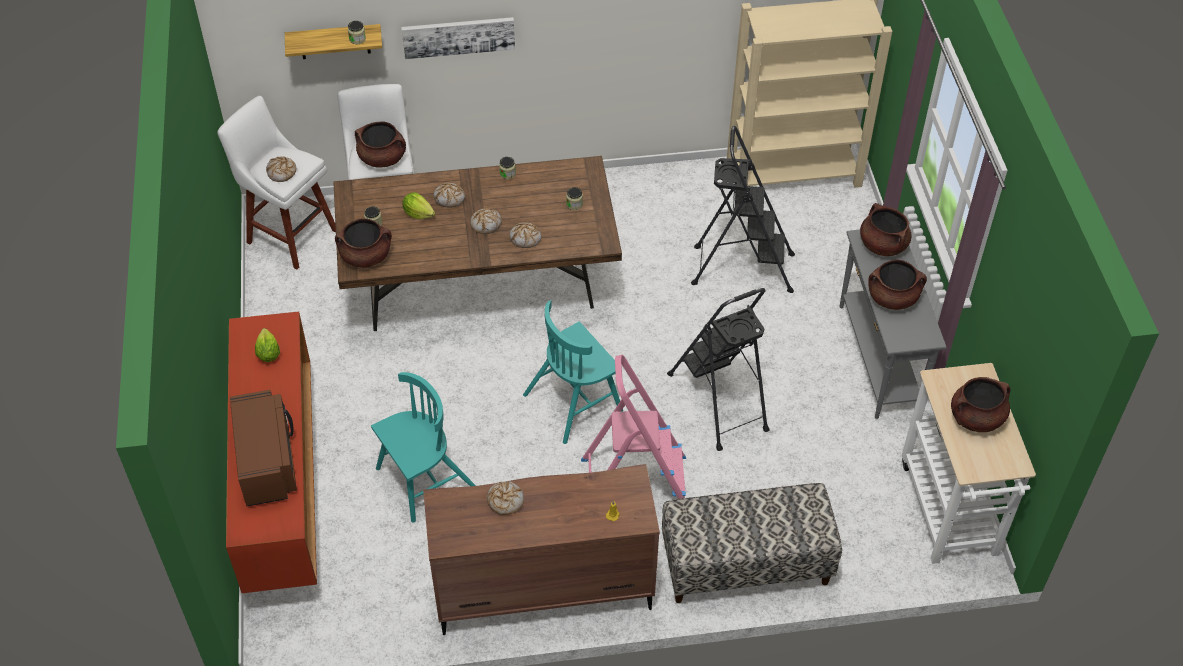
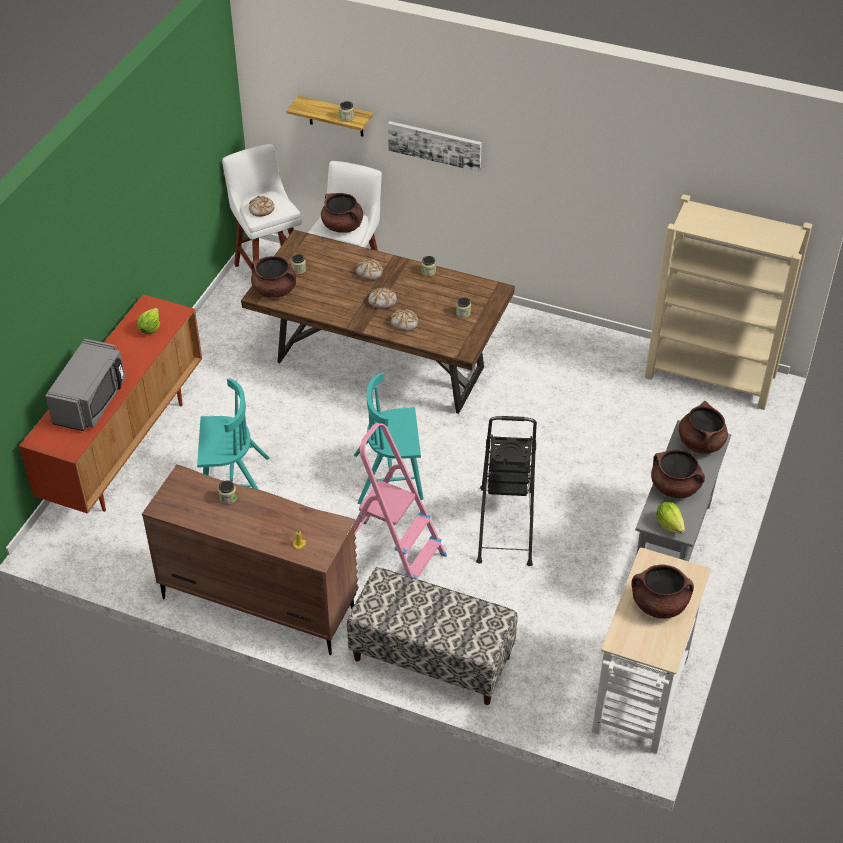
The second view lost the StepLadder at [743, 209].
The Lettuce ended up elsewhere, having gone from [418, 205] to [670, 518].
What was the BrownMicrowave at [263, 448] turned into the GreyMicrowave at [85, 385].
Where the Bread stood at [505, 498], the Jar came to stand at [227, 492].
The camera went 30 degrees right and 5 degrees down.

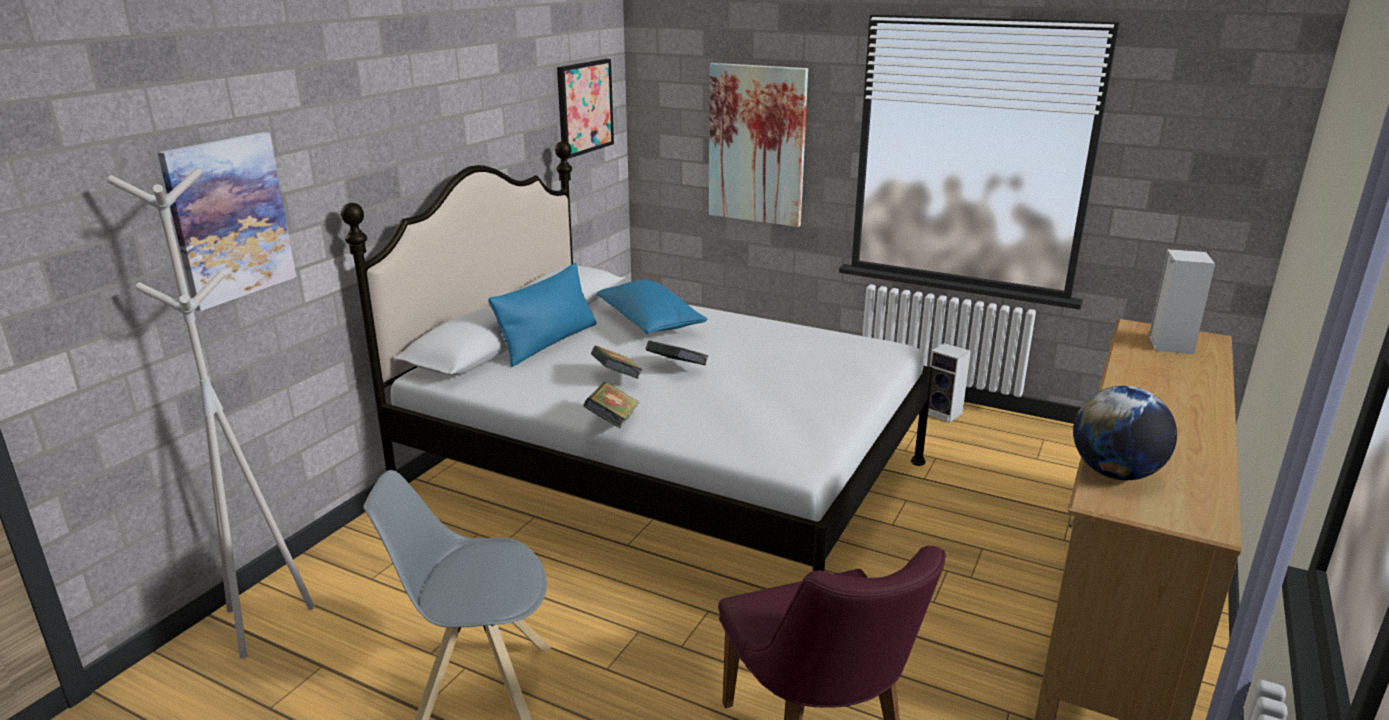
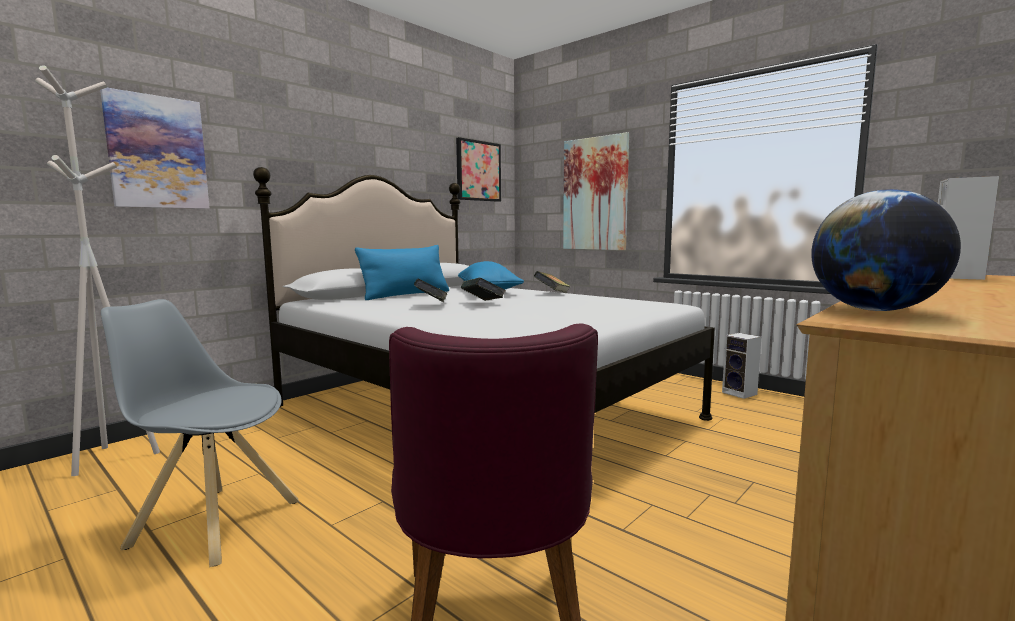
The Book ended up elsewhere, having gone from [611, 405] to [552, 282].
The camera went 15 degrees right and 15 degrees down.

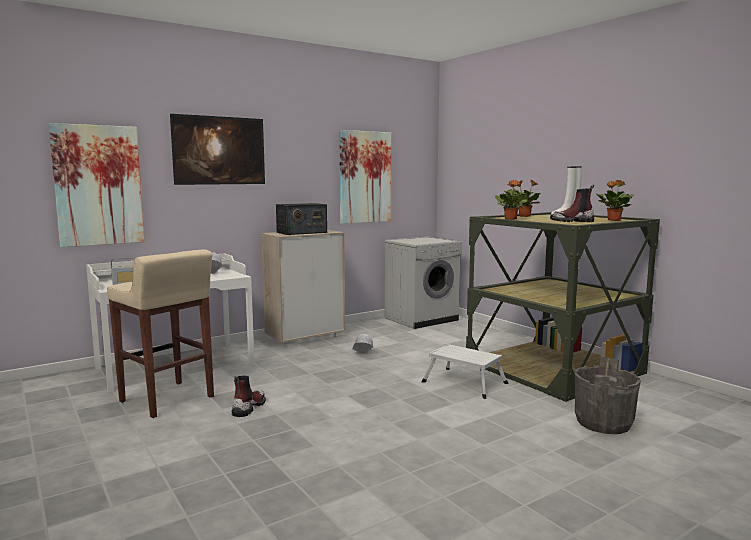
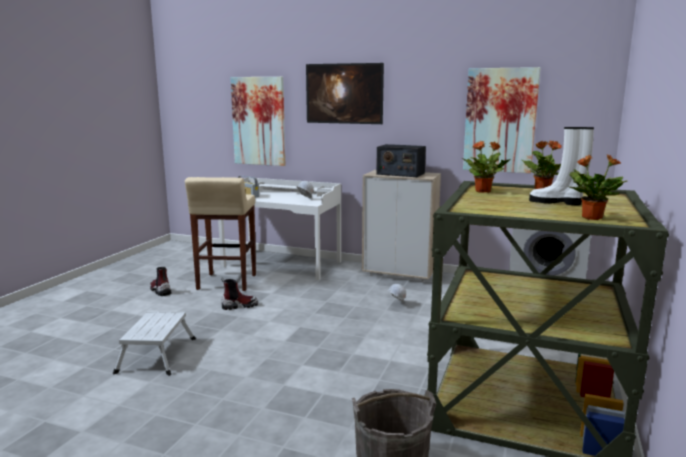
The Boot ended up elsewhere, having gone from [573, 203] to [160, 281].
The WhiteStepLadder ended up elsewhere, having gone from [465, 371] to [154, 343].
The camera went 55 degrees right and 5 degrees up.

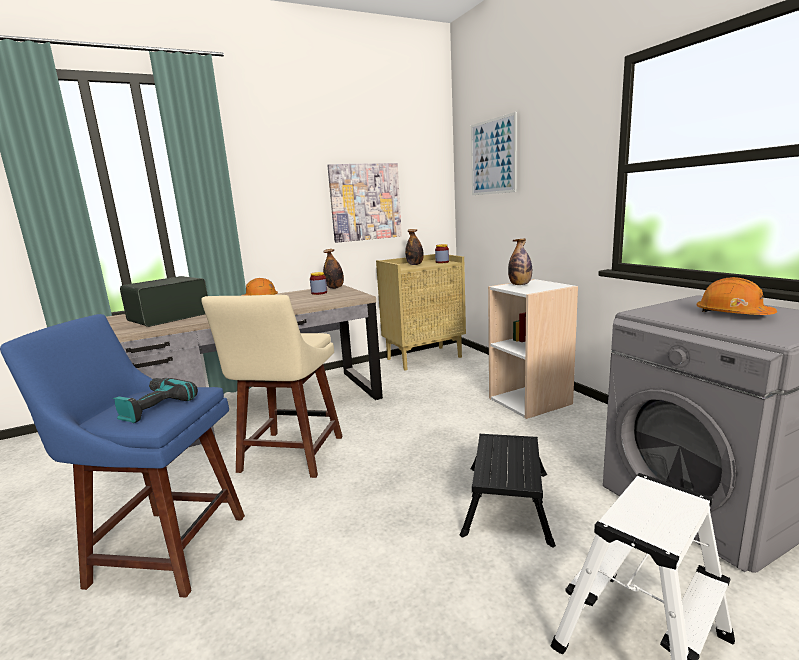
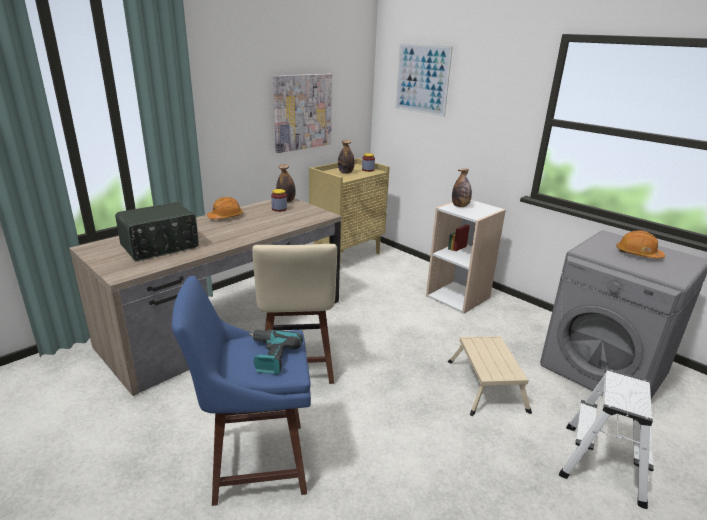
The Radio at [164, 301] ended up facing another way, 150 degrees counterclockwise from before.
What was the BlackStepLadder at [508, 491] turned into the BeigeStepLadder at [490, 376].
The camera went 20 degrees left and 10 degrees up.

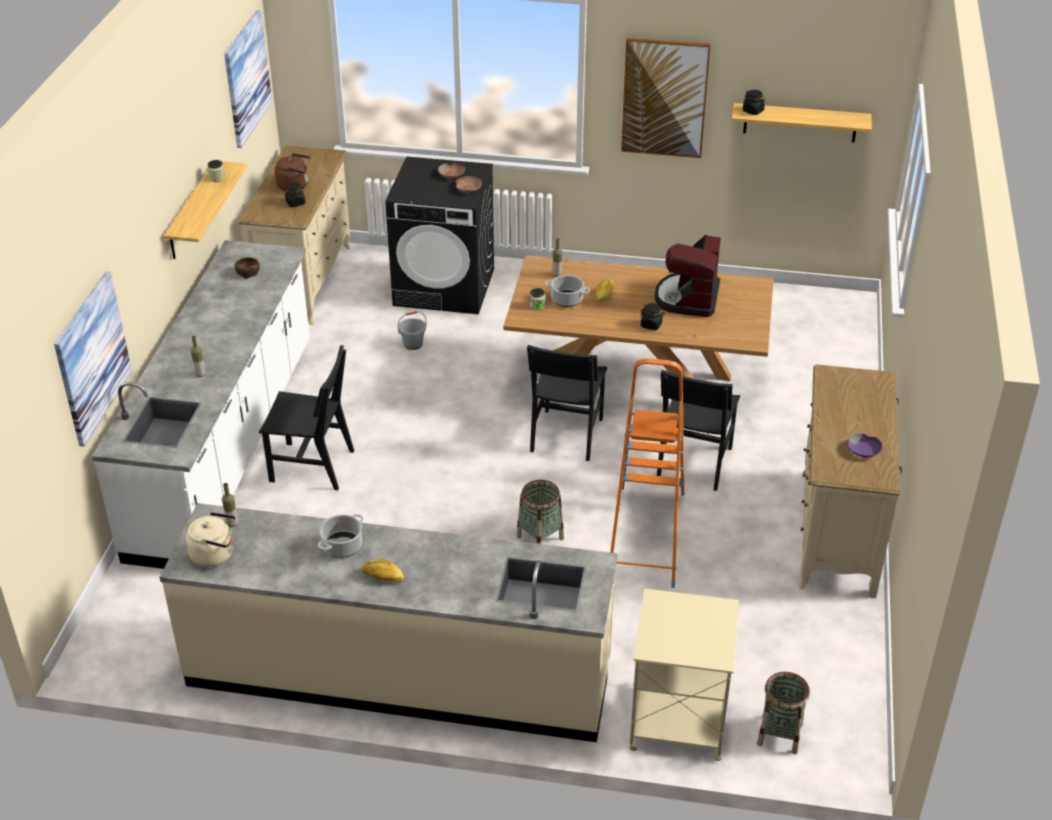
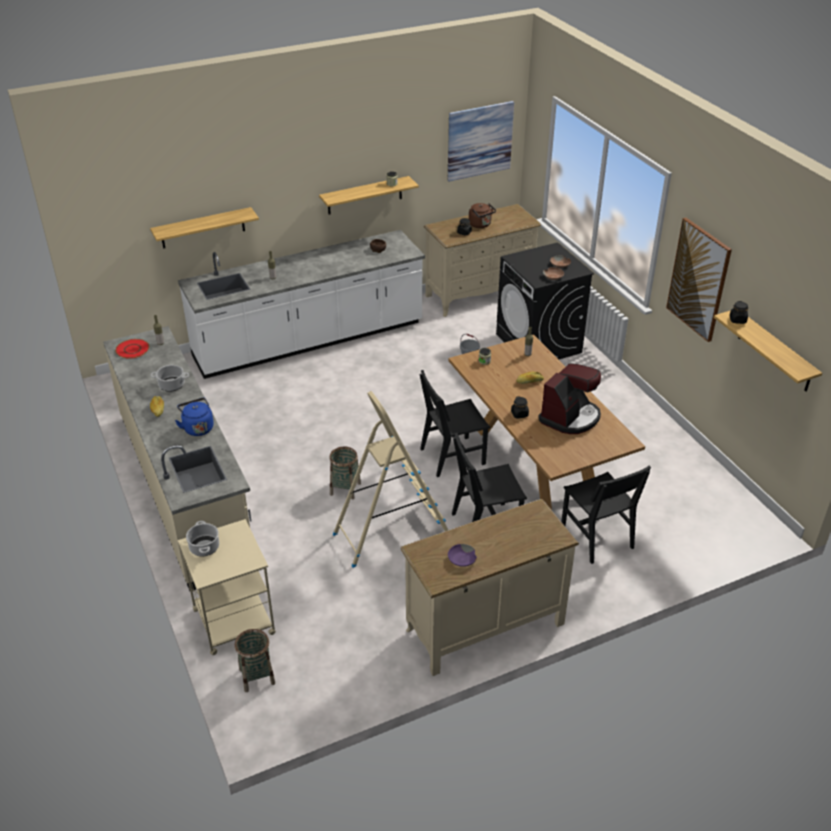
The CoffeeMachine at [688, 276] ended up facing another way, 150 degrees clockwise from before.
Where the Picture hung at [93, 359], the Shelf came to hang at [204, 228].
The CookingPot ended up elsewhere, having gone from [567, 291] to [202, 538].
The BlackChair ended up elsewhere, having gone from [306, 417] to [606, 515].
What was the OrangeStepLadder at [647, 473] turned into the BeigeStepLadder at [390, 479].
Where the BeigeKettle stood at [211, 539], the RedPlate came to stand at [132, 349].
The second view gained the BlueKettle at [194, 417].
The camera went 55 degrees right and 0 degrees up.

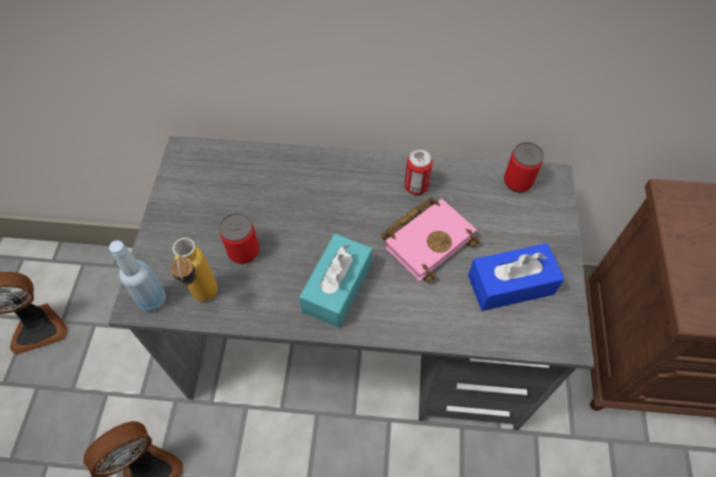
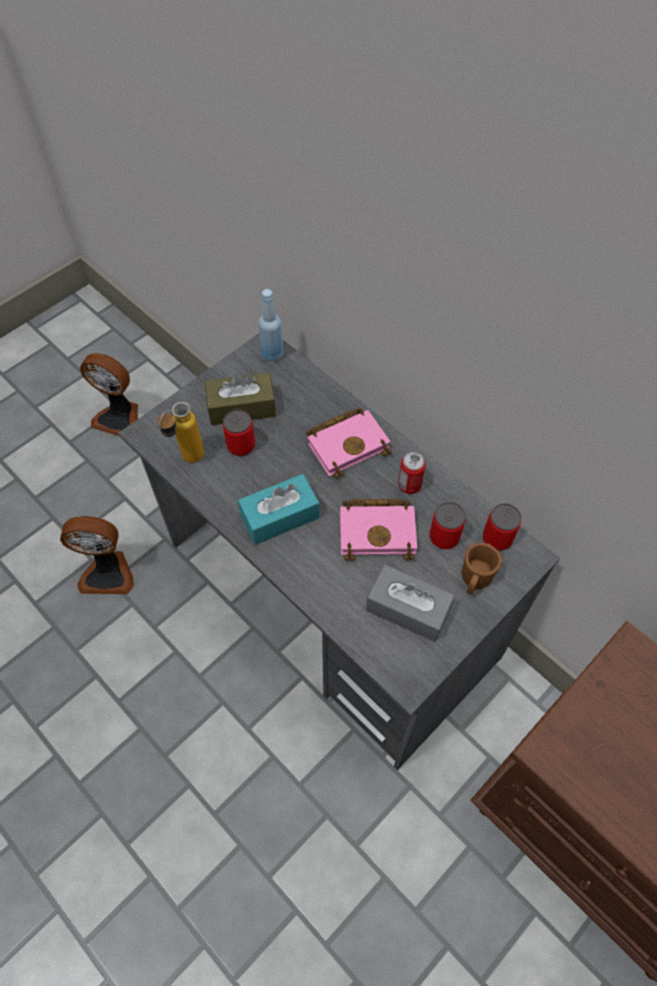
The BlueBottle ended up elsewhere, having gone from [137, 275] to [271, 325].
What was the BlueTissueBox at [516, 277] turned into the GreyTissueBox at [410, 603].
The second view gained the BrownTissueBox at [240, 399].
The second view gained the PinkBook at [348, 443].
The second view gained the Can at [447, 525].
The second view gained the BrownMug at [482, 569].
The camera went 40 degrees right and 0 degrees up.

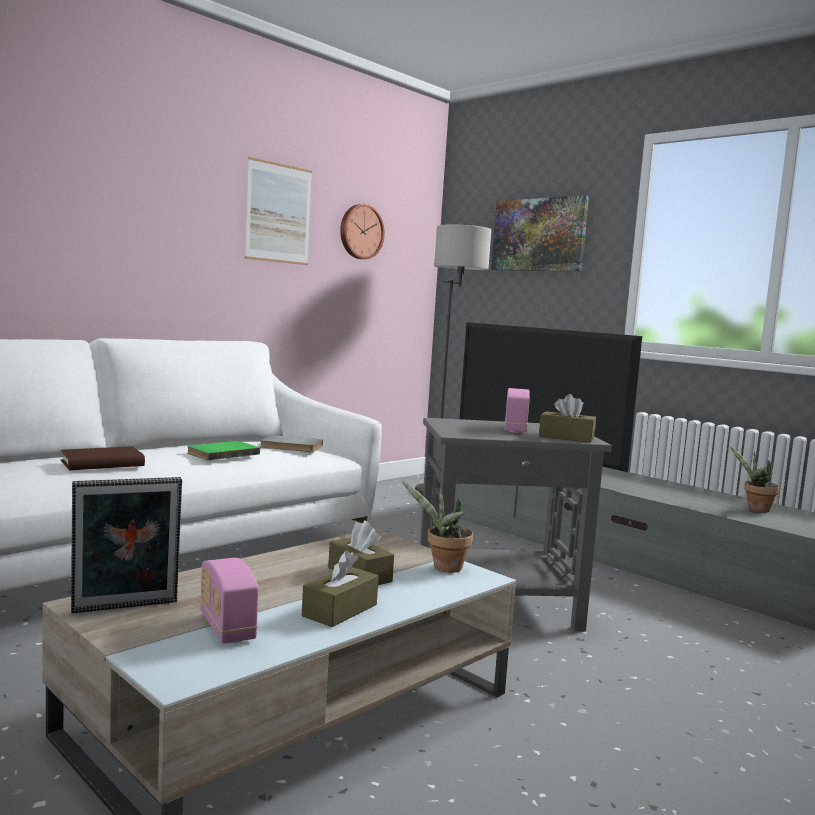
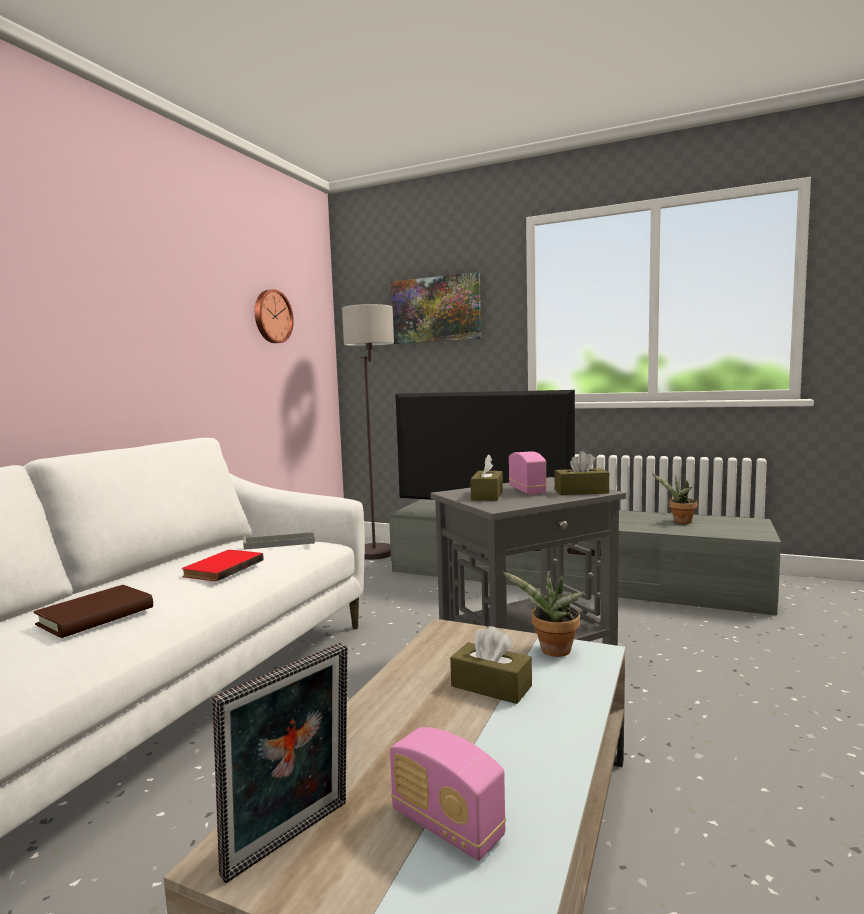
The second view lost the Picture at [278, 211].
Where the GreyBook stood at [291, 443], the GreyTray came to stand at [279, 539].
What was the GreenBook at [223, 450] turned into the RedBook at [223, 566].
The BrownTissueBox ended up elsewhere, having gone from [340, 588] to [486, 477].
The camera went 20 degrees left and 0 degrees up.

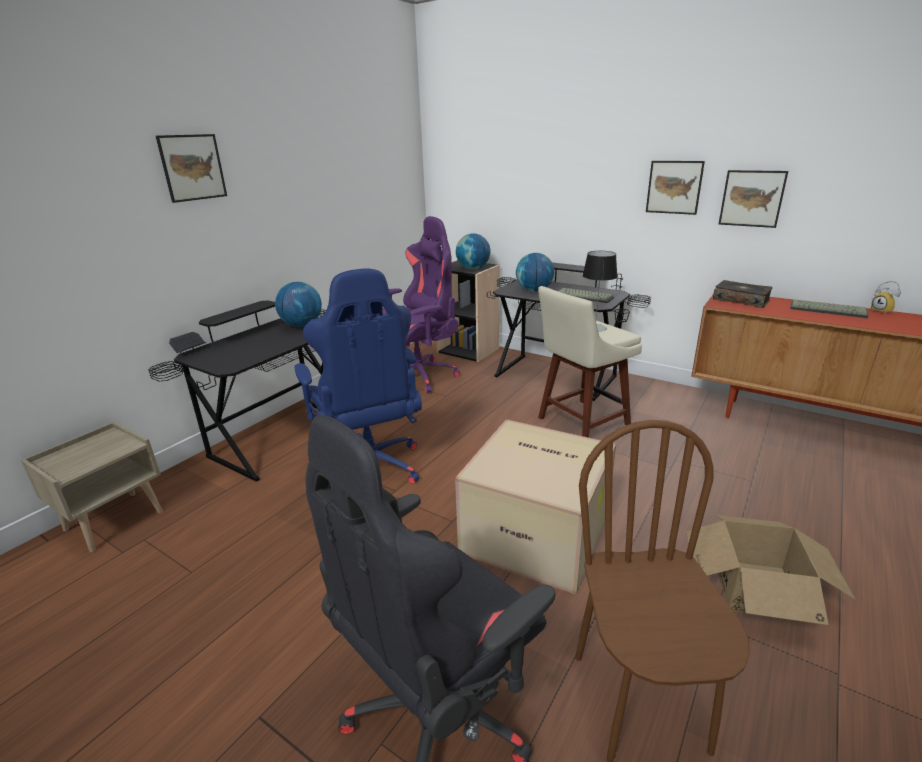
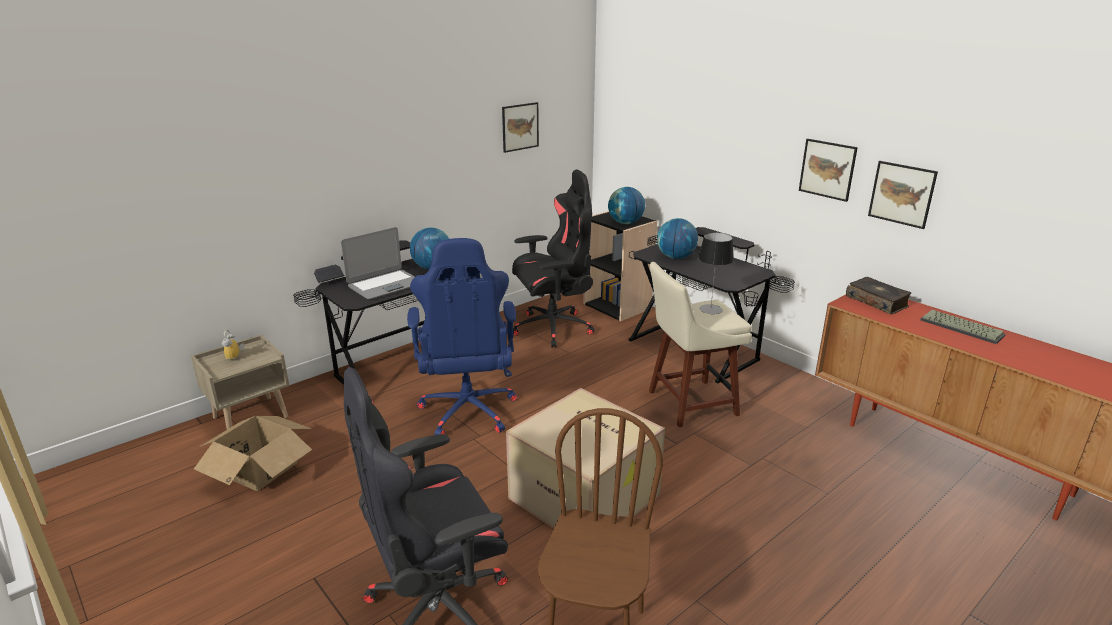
The Picture ended up elsewhere, having gone from [191, 168] to [520, 127].
What was the PurpleOfficeChair at [421, 304] turned into the BlackOfficeChair at [553, 258].
The AlarmClock ended up elsewhere, having gone from [886, 297] to [233, 345].
The second view lost the Keyboard at [586, 295].
The CardboardBox ended up elsewhere, having gone from [771, 570] to [253, 453].
The second view gained the Laptop at [378, 263].
The camera went 15 degrees right and 0 degrees up.

